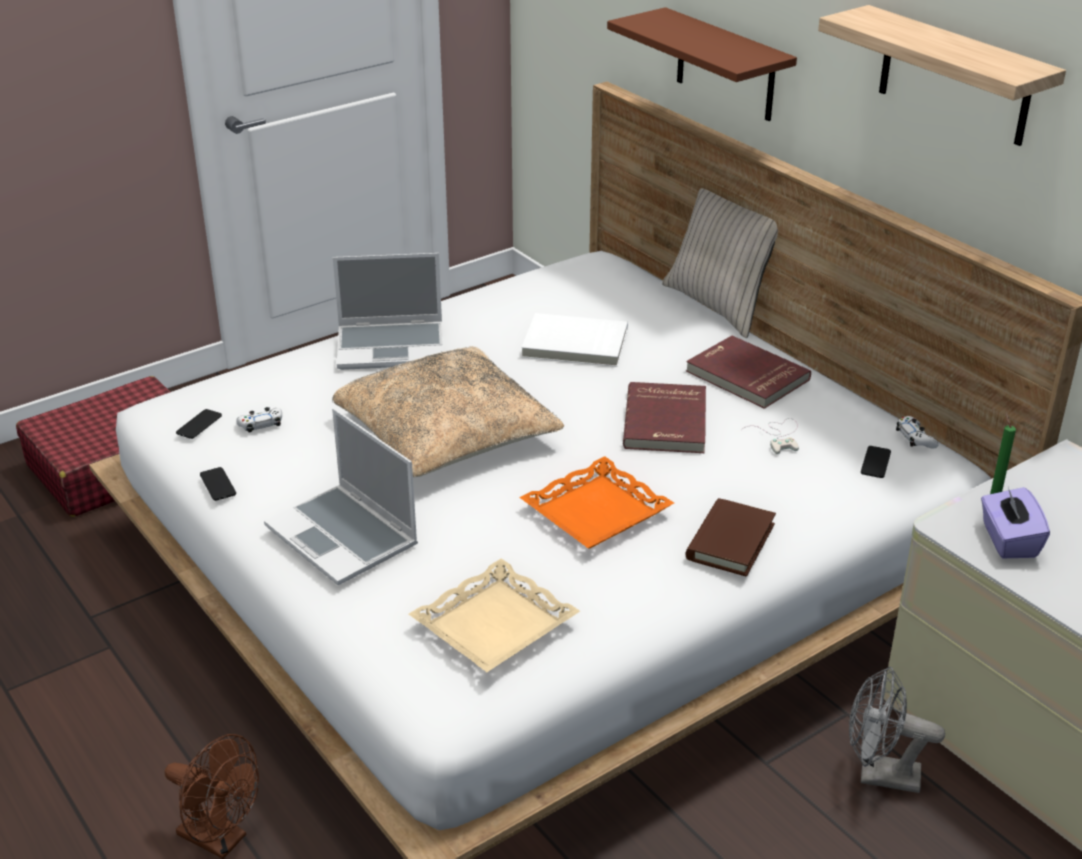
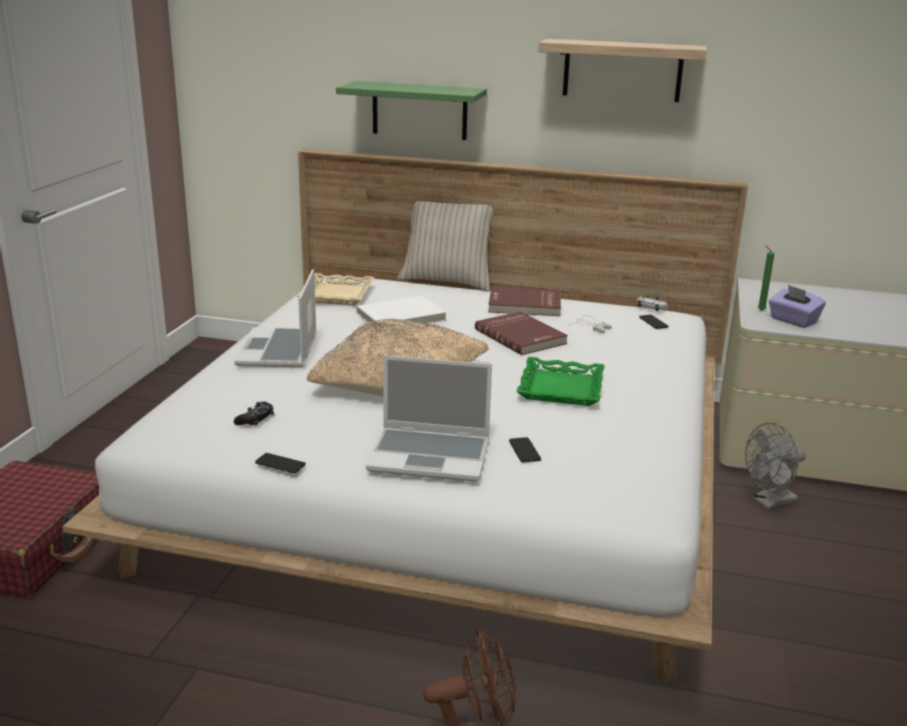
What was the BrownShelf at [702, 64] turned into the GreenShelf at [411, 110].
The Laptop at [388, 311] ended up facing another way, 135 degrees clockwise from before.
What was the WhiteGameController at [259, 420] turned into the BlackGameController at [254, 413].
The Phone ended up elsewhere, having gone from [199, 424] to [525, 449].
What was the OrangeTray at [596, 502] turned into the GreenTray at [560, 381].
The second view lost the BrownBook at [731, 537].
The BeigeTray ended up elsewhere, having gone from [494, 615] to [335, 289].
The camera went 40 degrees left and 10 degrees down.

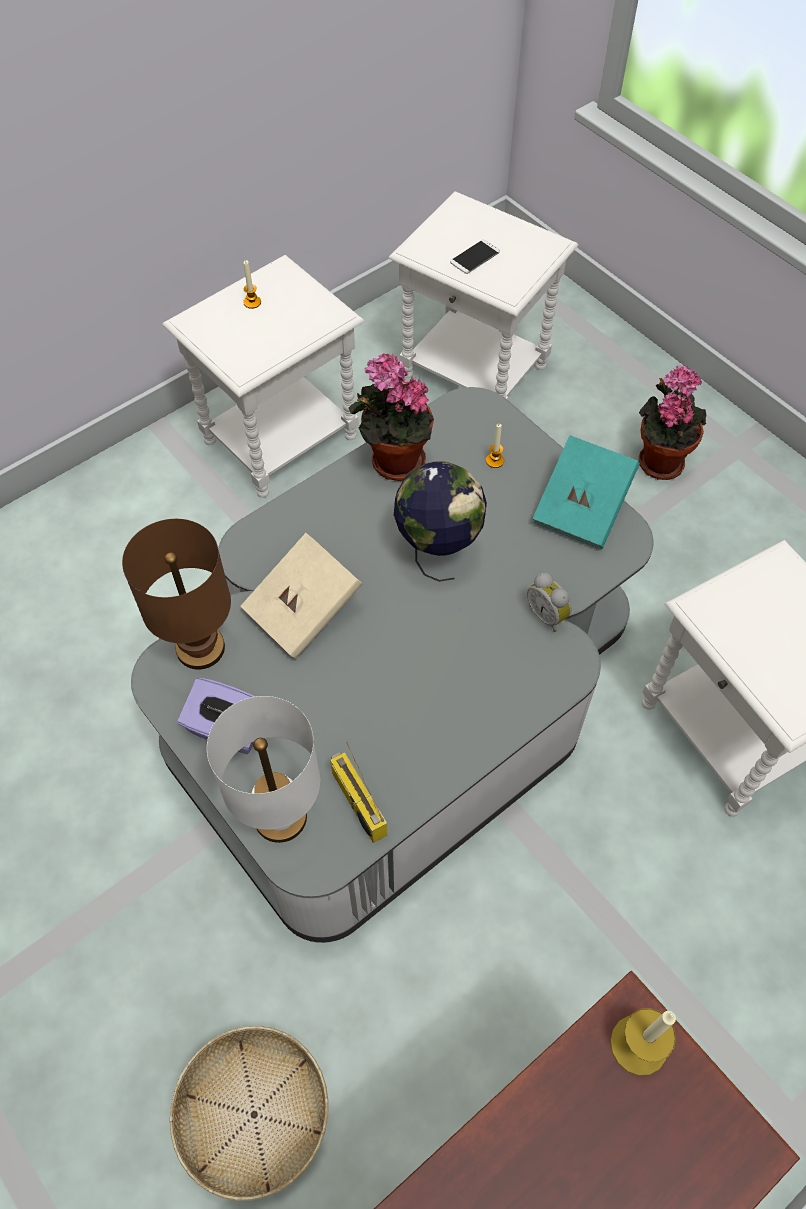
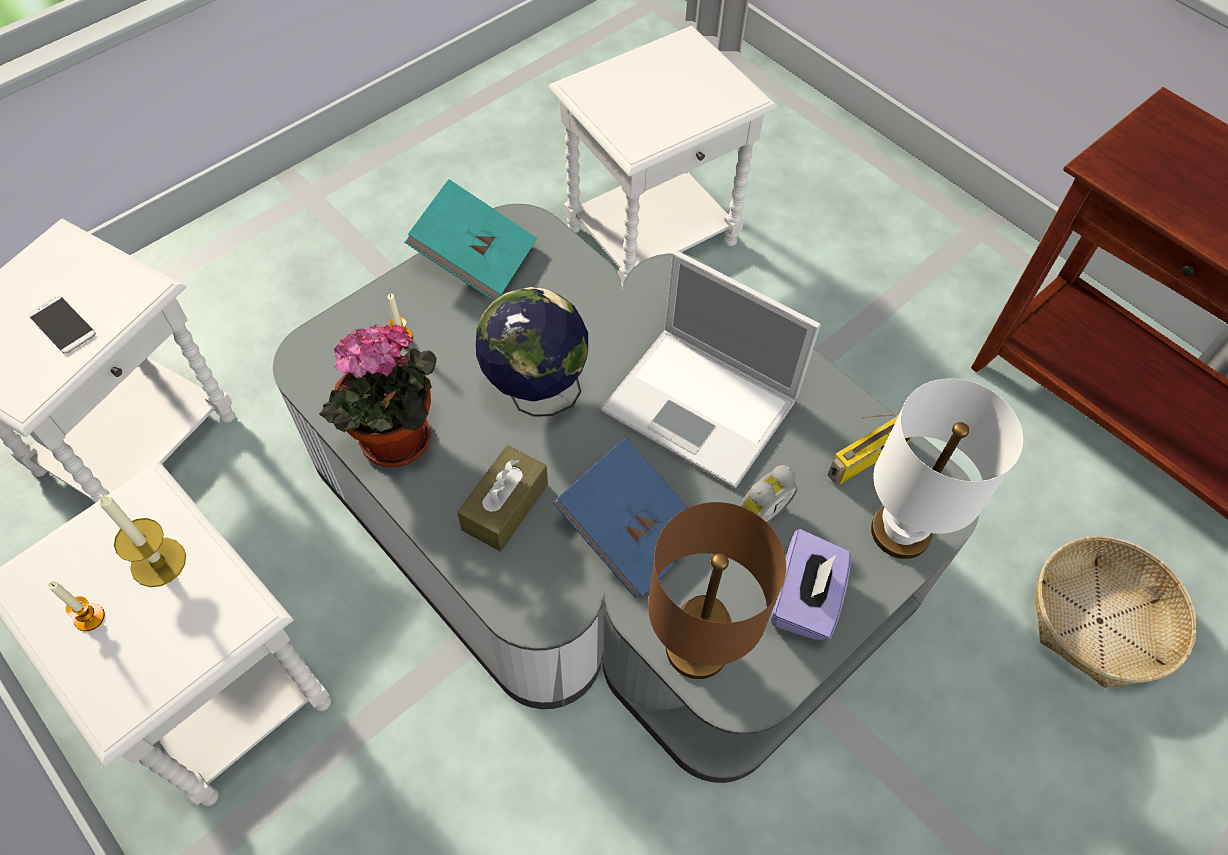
The second view lost the PottedPlant at [673, 422].
What was the BeigeBook at [301, 596] turned into the BlueBook at [620, 517].
The AlarmClock ended up elsewhere, having gone from [549, 602] to [769, 494].
The Candle ended up elsewhere, having gone from [643, 1042] to [142, 540].
The second view gained the Laptop at [711, 369].
The second view gained the BrownTissueBox at [502, 498].
The camera went 95 degrees left and 0 degrees up.

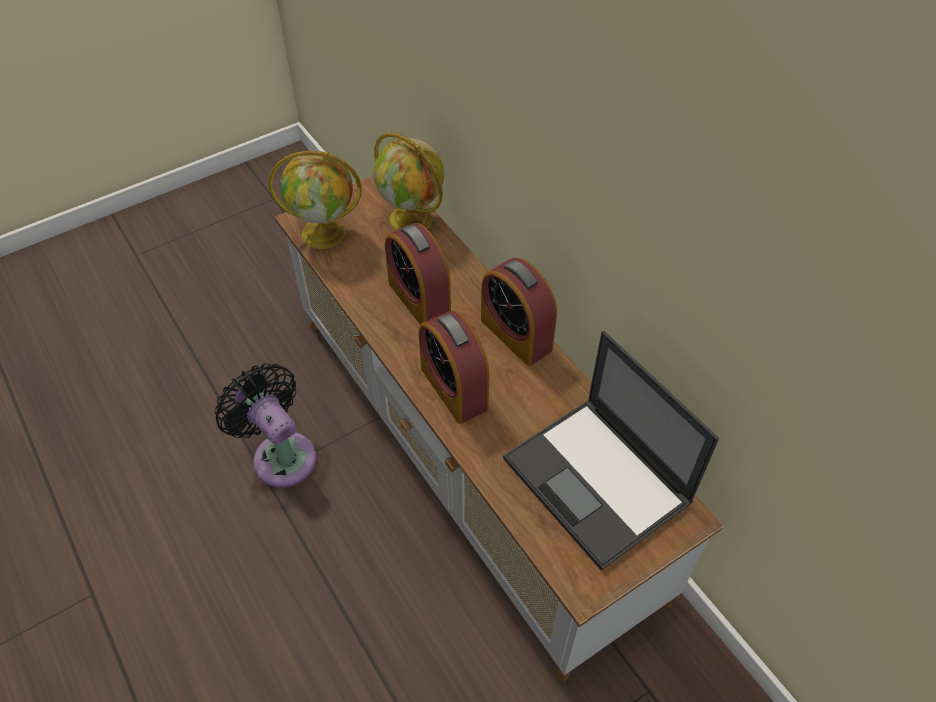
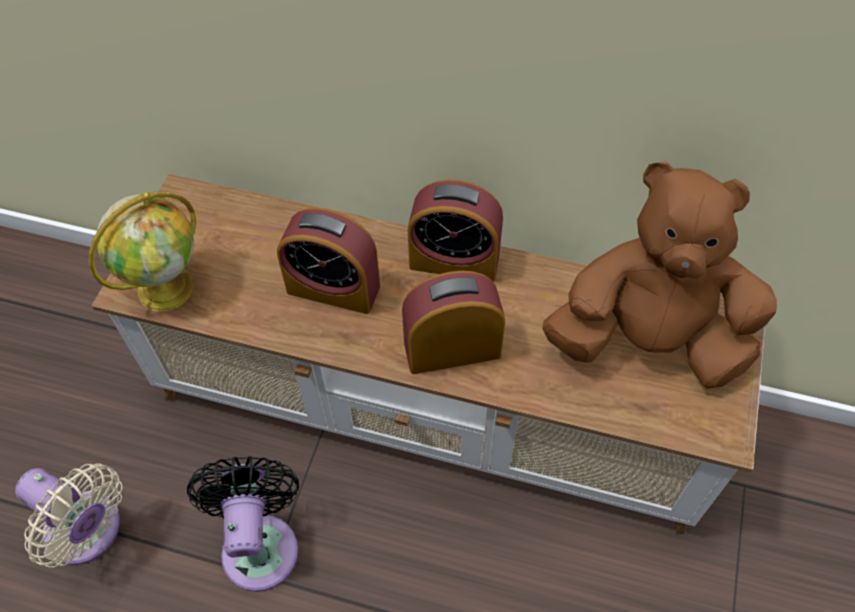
The second view lost the Globe at [408, 182].
The AlarmClock at [454, 367] ended up facing another way, 150 degrees clockwise from before.
Where the Laptop stood at [611, 450], the BrownPlushToy came to stand at [659, 275].
The BlackFan at [265, 425] ended up facing another way, 75 degrees clockwise from before.
The second view gained the BeigeFan at [69, 516].
The camera went 40 degrees left and 5 degrees up.

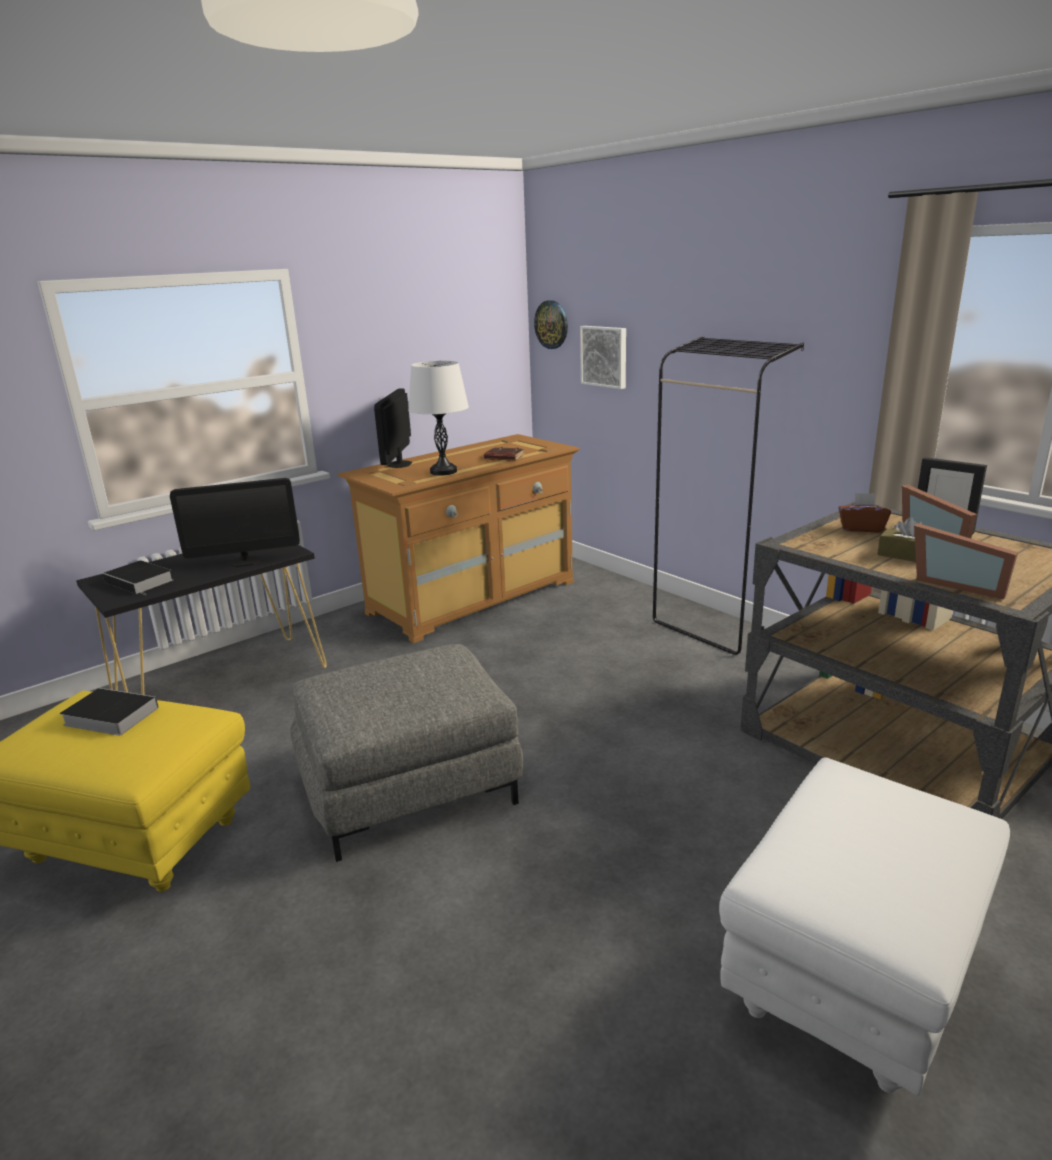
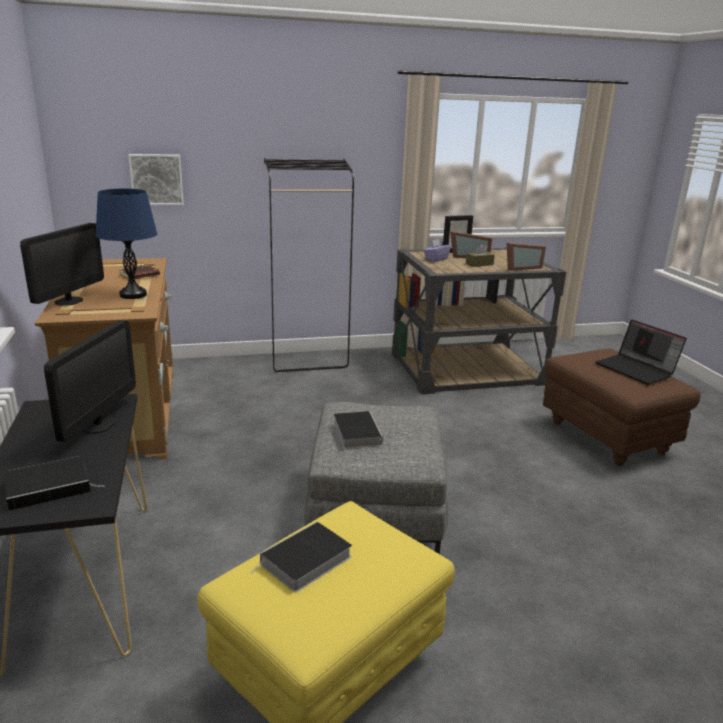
The second view lost the WallClock at [551, 324].
What was the WhiteTableLamp at [438, 418] turned into the BlueTableLamp at [126, 243].
The Monitor at [393, 428] ended up facing another way, 105 degrees counterclockwise from before.
What was the BrownTissueBox at [865, 513] turned into the PurpleTissueBox at [437, 250].
What was the WhiteOttoman at [864, 926] turned into the BrownOttoman at [622, 407].
The second view gained the Laptop at [641, 352].
The second view gained the Book at [358, 430].
The camera went 65 degrees left and 0 degrees up.

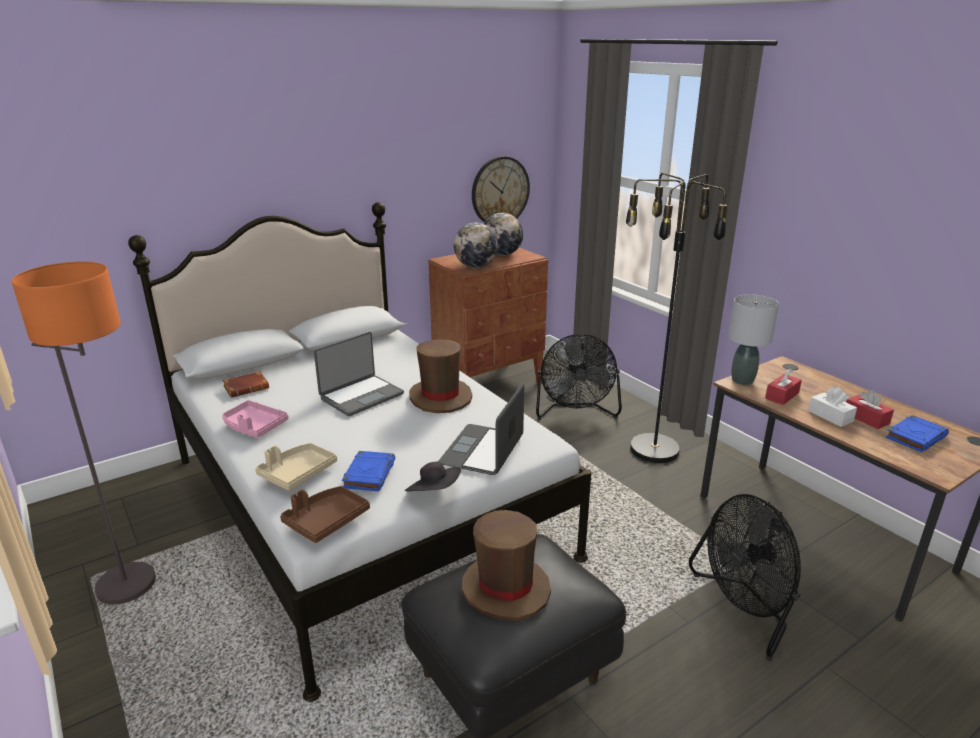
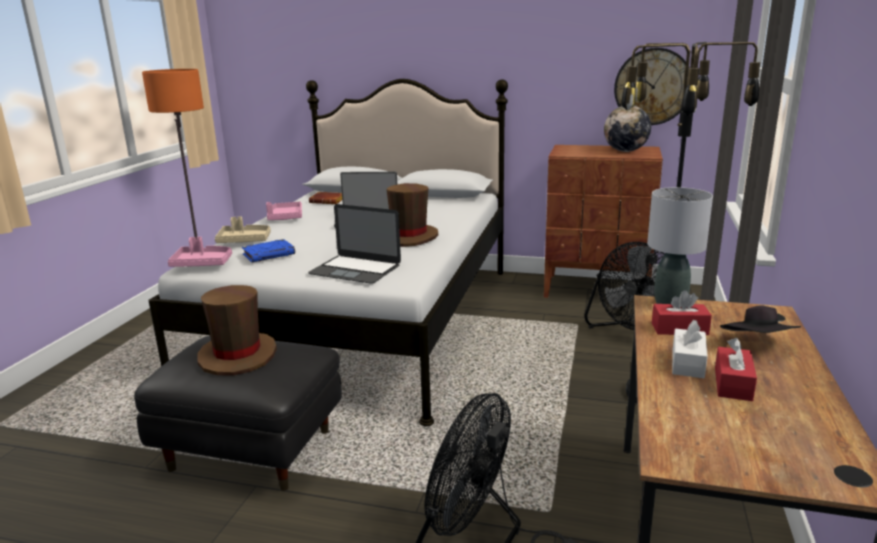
The second view lost the Globe at [476, 245].
The Laptop at [481, 429] ended up facing another way, 135 degrees counterclockwise from before.
The second view lost the BlueBook at [917, 433].
The BlackHat ended up elsewhere, having gone from [433, 477] to [760, 319].
What was the BrownTray at [325, 514] turned into the PinkTray at [200, 252].
The camera went 50 degrees right and 5 degrees down.

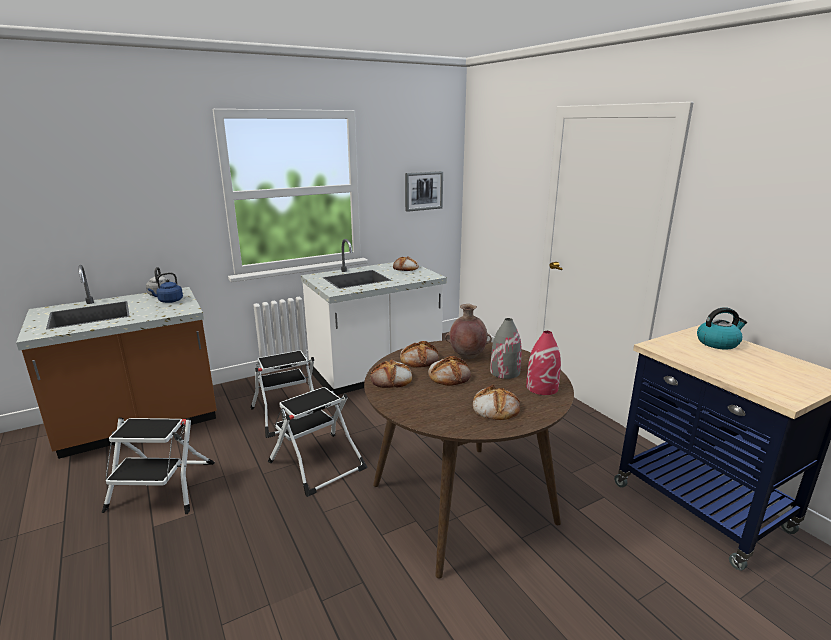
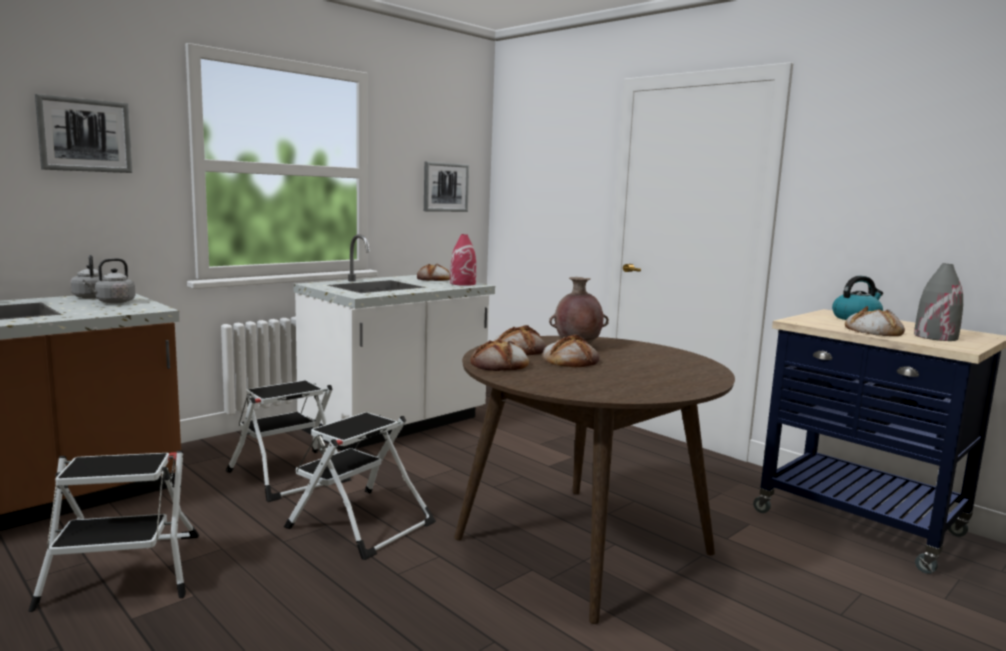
What was the BlueKettle at [165, 287] turned into the GreyKettle at [109, 281].
The GreyVase ended up elsewhere, having gone from [506, 348] to [938, 302].
The RedVase ended up elsewhere, having gone from [543, 363] to [463, 260].
The Bread ended up elsewhere, having gone from [496, 402] to [875, 321].
The second view gained the Picture at [83, 133].
The camera went 15 degrees left and 10 degrees down.

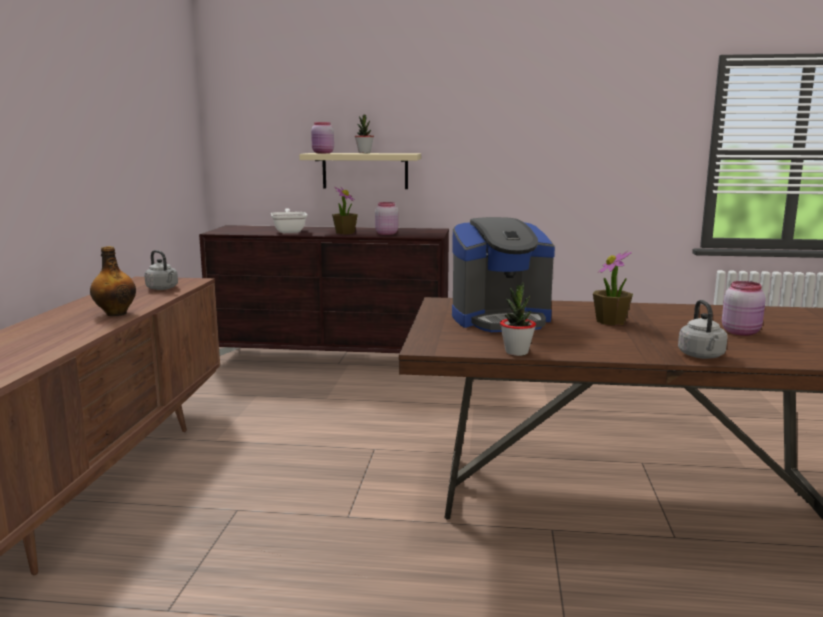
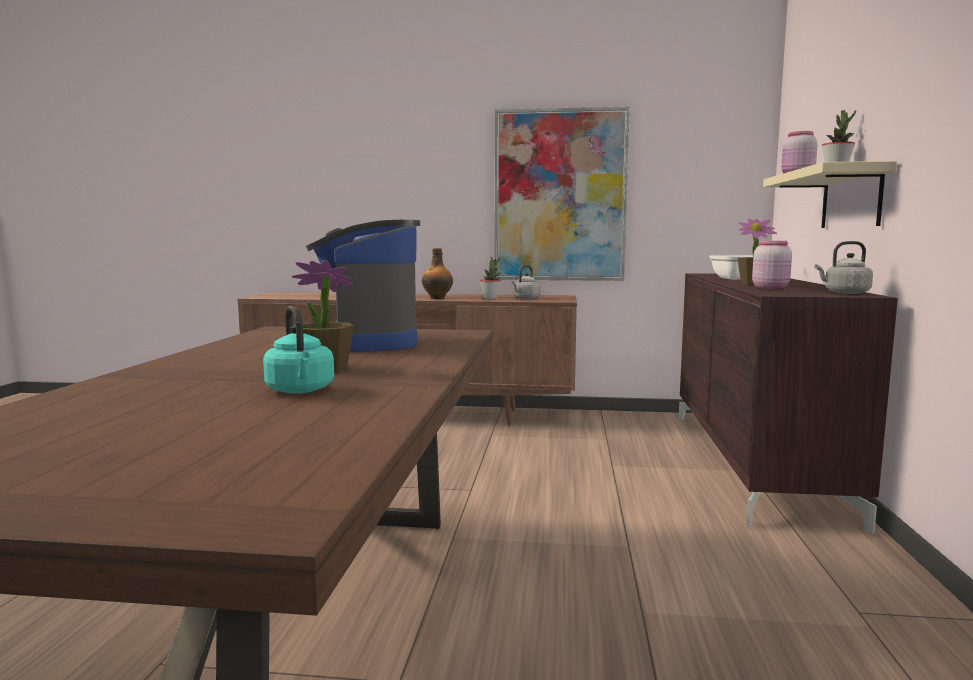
The second view lost the PinkJar at [744, 308].
The PottedPlant ended up elsewhere, having gone from [518, 319] to [490, 278].
The GreyKettle ended up elsewhere, having gone from [703, 329] to [844, 267].
The second view gained the Picture at [562, 193].
The second view gained the TurquoiseKettle at [298, 350].
The camera went 90 degrees right and 5 degrees down.

